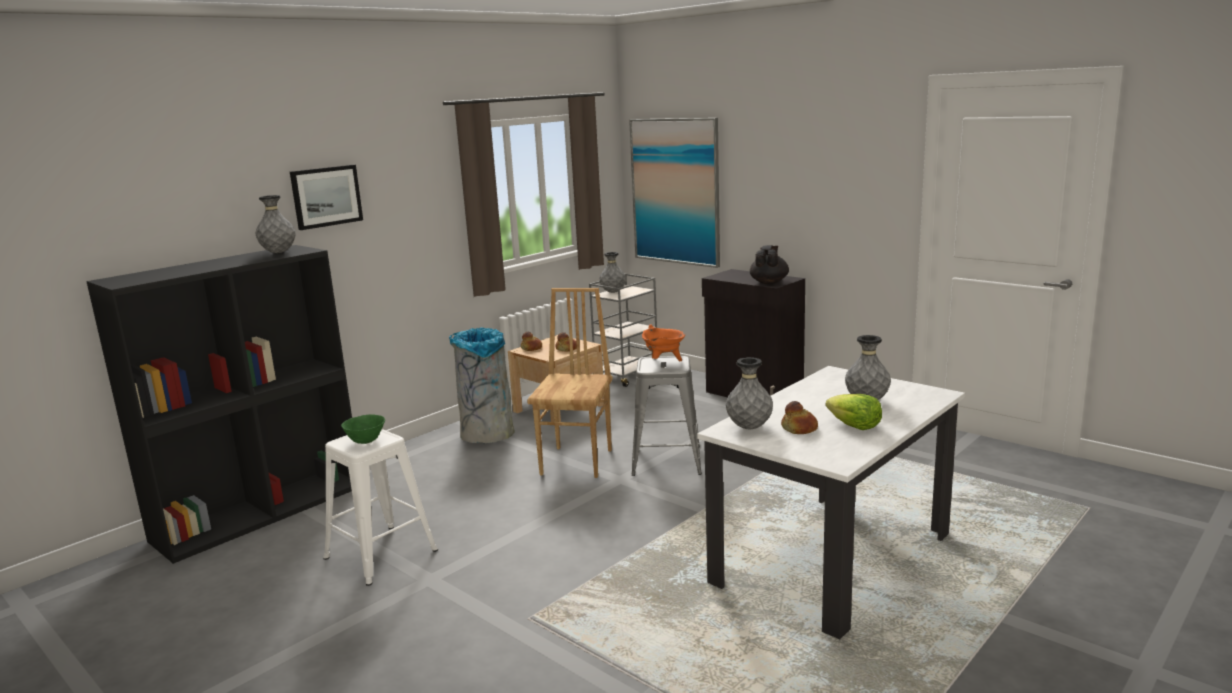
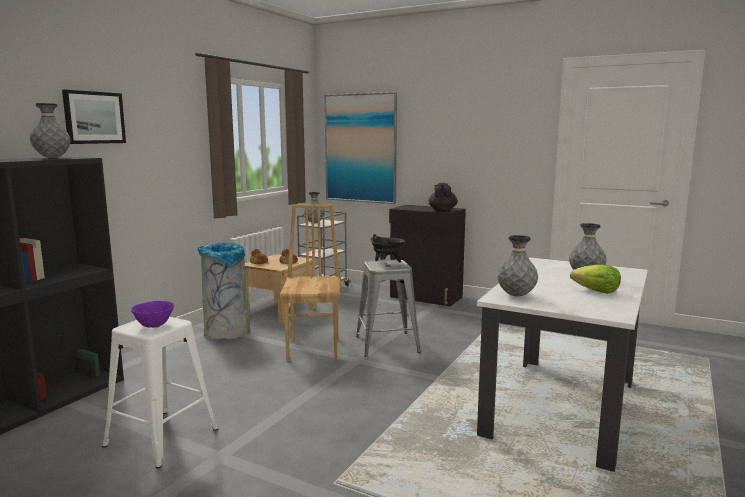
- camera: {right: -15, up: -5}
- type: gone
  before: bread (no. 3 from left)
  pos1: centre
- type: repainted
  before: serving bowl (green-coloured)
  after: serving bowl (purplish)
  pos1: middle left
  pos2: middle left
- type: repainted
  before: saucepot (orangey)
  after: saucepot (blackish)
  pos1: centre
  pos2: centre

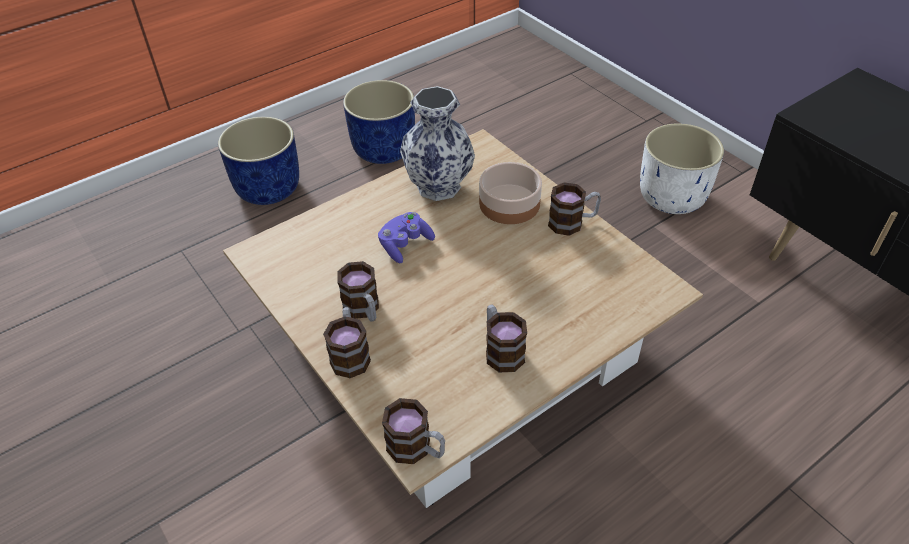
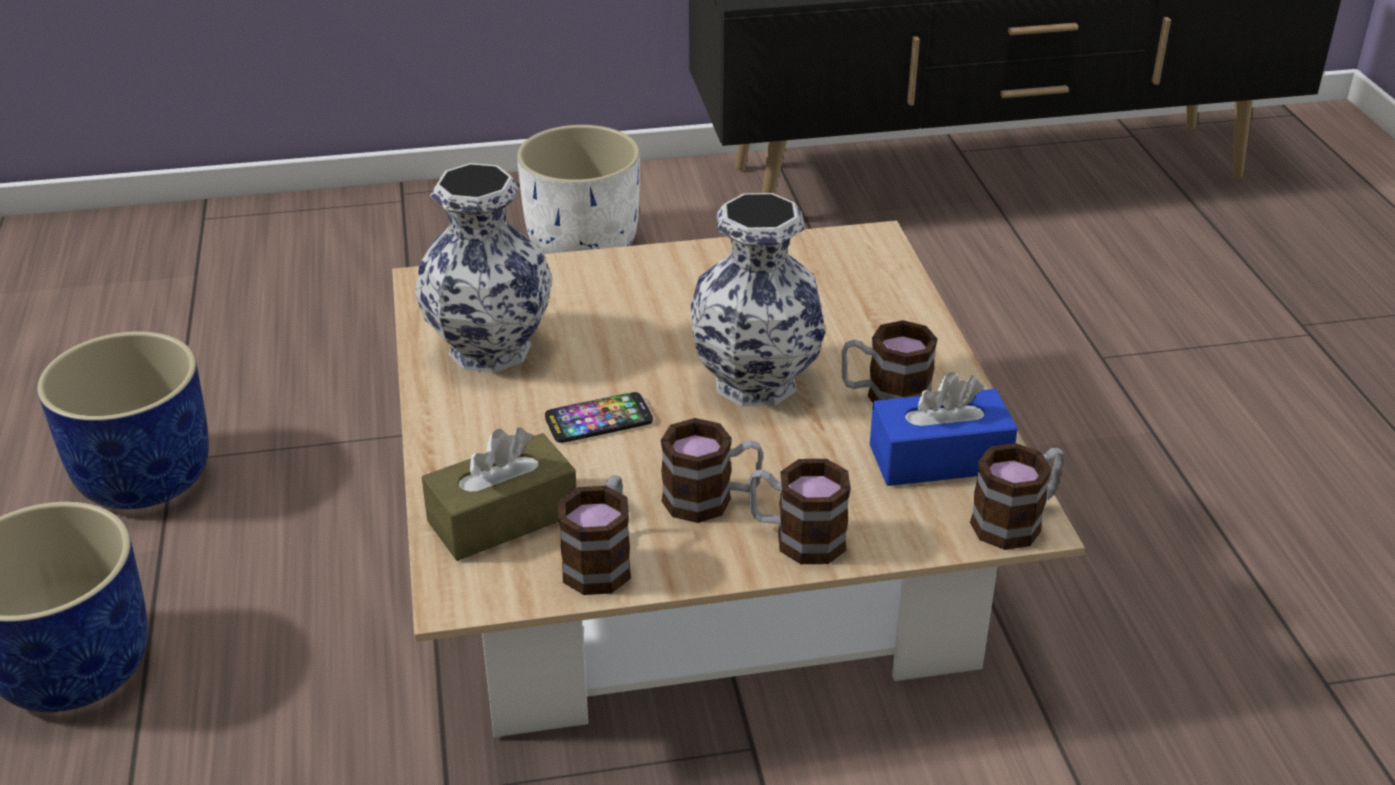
- camera: {right: -65, up: -10}
- type: gone
  before: serving bowl
  pos1: centre
- type: new
  after: tissue box (brown)
  pos2: centre
- type: new
  after: vase (no. 2 from left)
  pos2: centre
- type: new
  after: tissue box (blue)
  pos2: middle right
- type: shifted
  before: coffee mug (no. 5 from left in the first image)
  after: coffee mug (no. 1 from left)
  pos1: centre
  pos2: bottom centre
- type: swapped
  before: game controller (purplish)
  after: phone
  pos1: centre
  pos2: centre

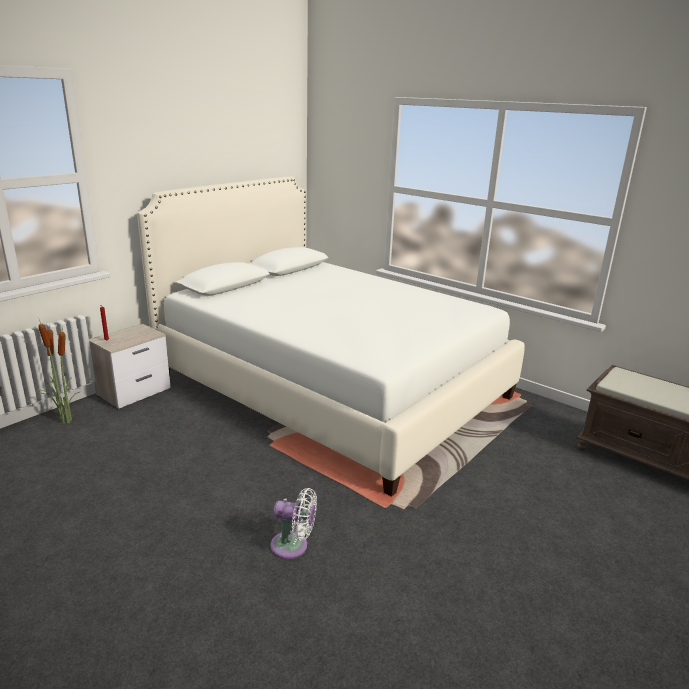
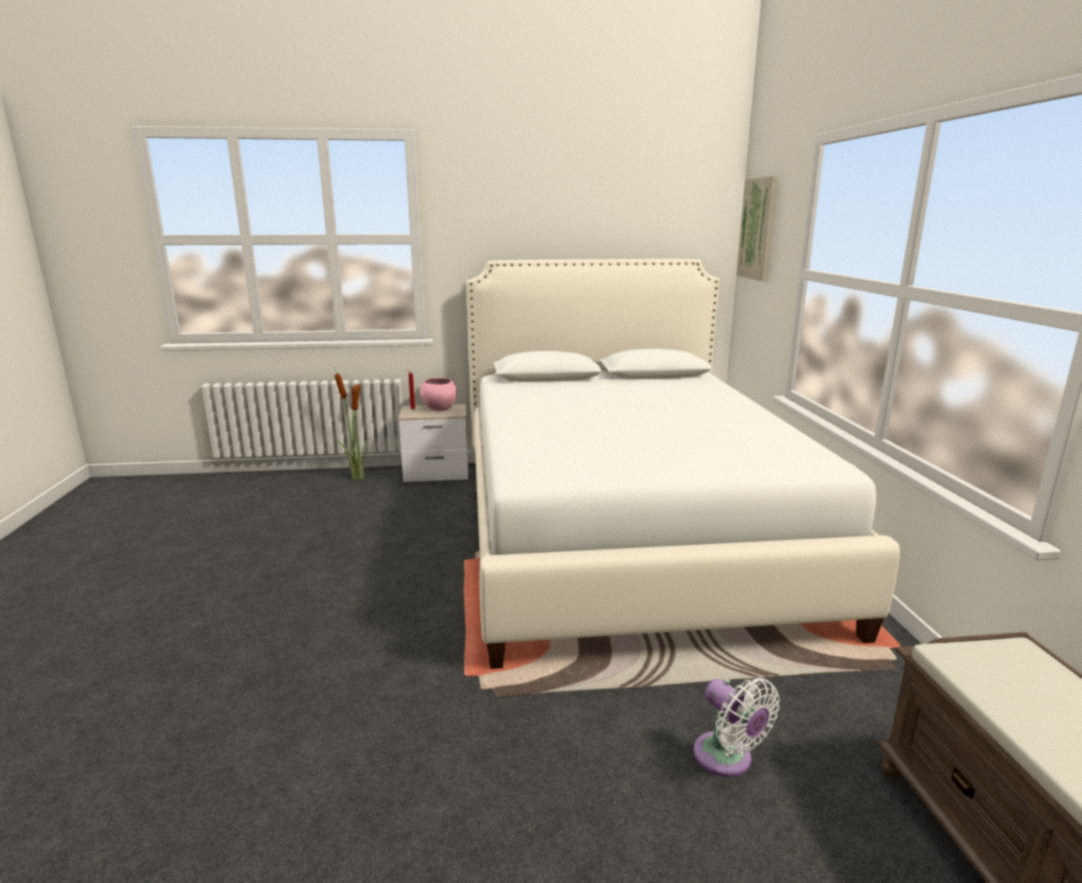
- camera: {right: 45, up: -5}
- type: new
  after: serving bowl (pink)
  pos2: centre
- type: new
  after: wall art
  pos2: top right
- type: shifted
  before: electric fan (white)
  pos1: bottom centre
  pos2: bottom right

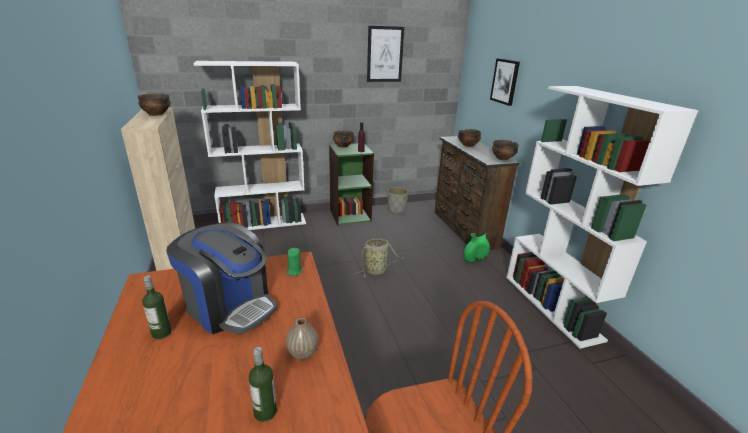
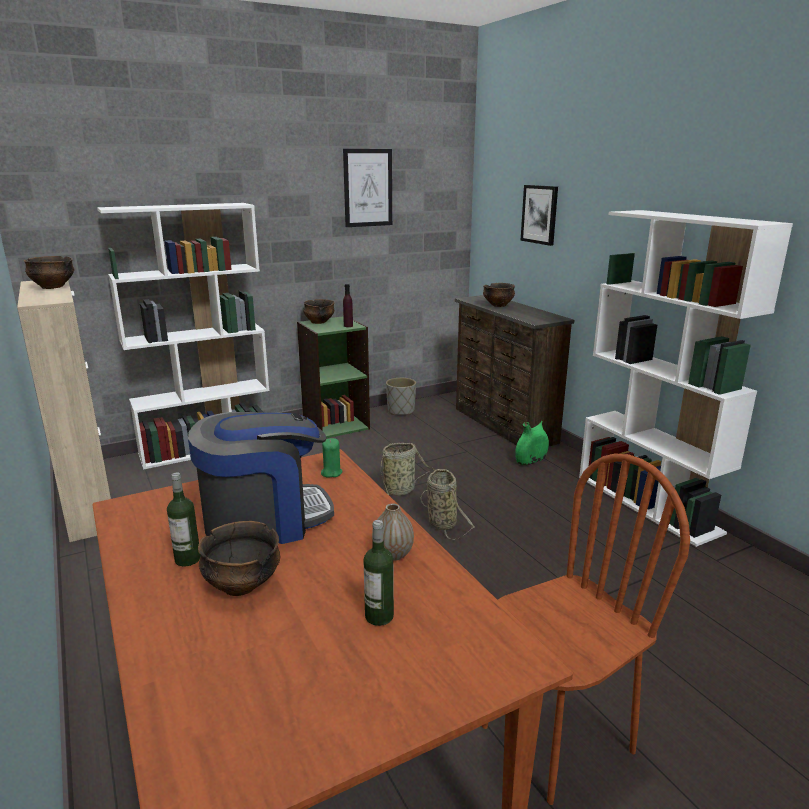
- camera: {right: -10, up: -5}
- type: new
  after: basket (no. 2 from left)
  pos2: centre
- type: shifted
  before: serving bowl (no. 4 from left in the first image)
  after: serving bowl (no. 2 from left)
  pos1: middle right
  pos2: bottom left
- type: rotated
  before: coffee machine
  pos1: middle left
  pos2: middle left
  turn: -45

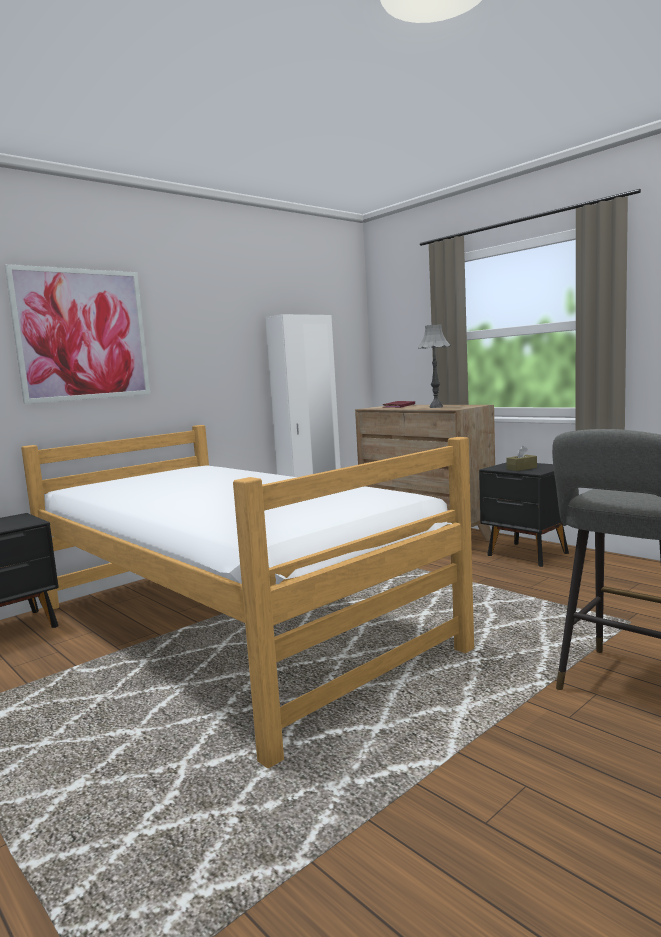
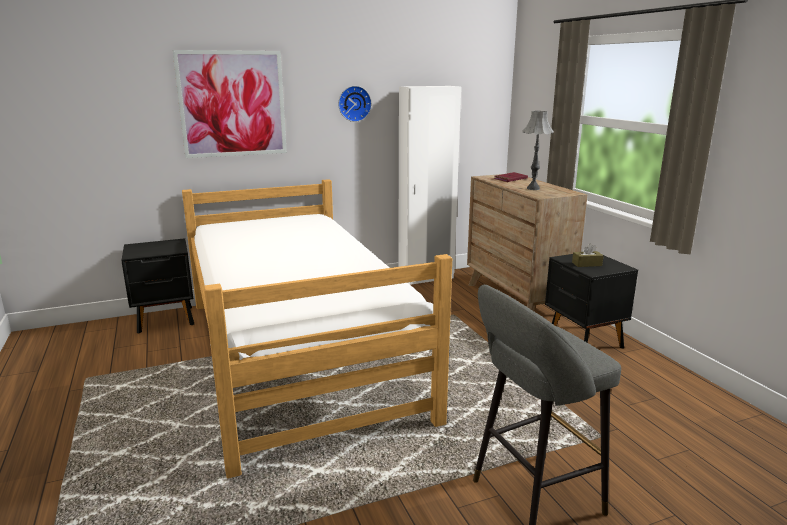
- camera: {right: 20, up: 10}
- type: new
  after: clock on the wall
  pos2: top centre

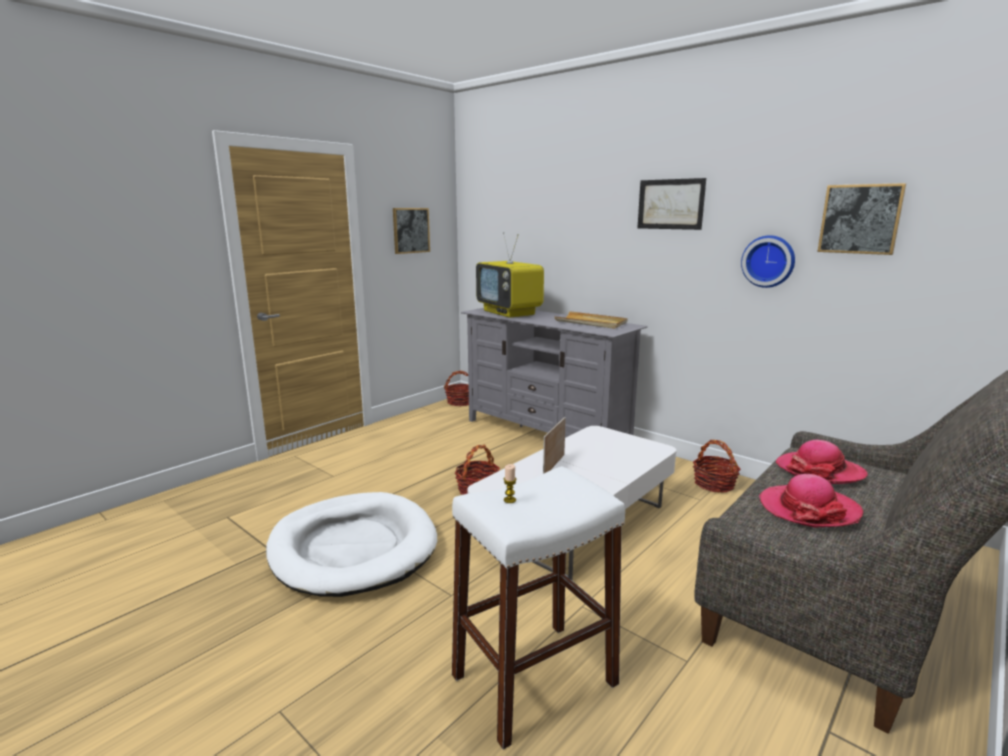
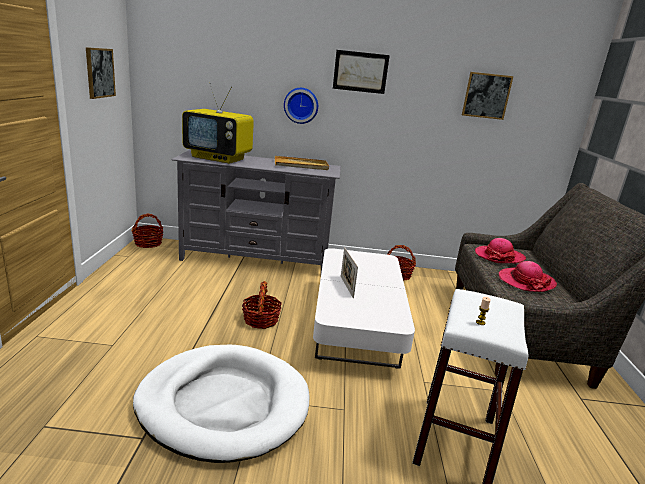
- camera: {right: -40, up: 5}
- type: shifted
  before: clock on the wall
  pos1: middle right
  pos2: top centre

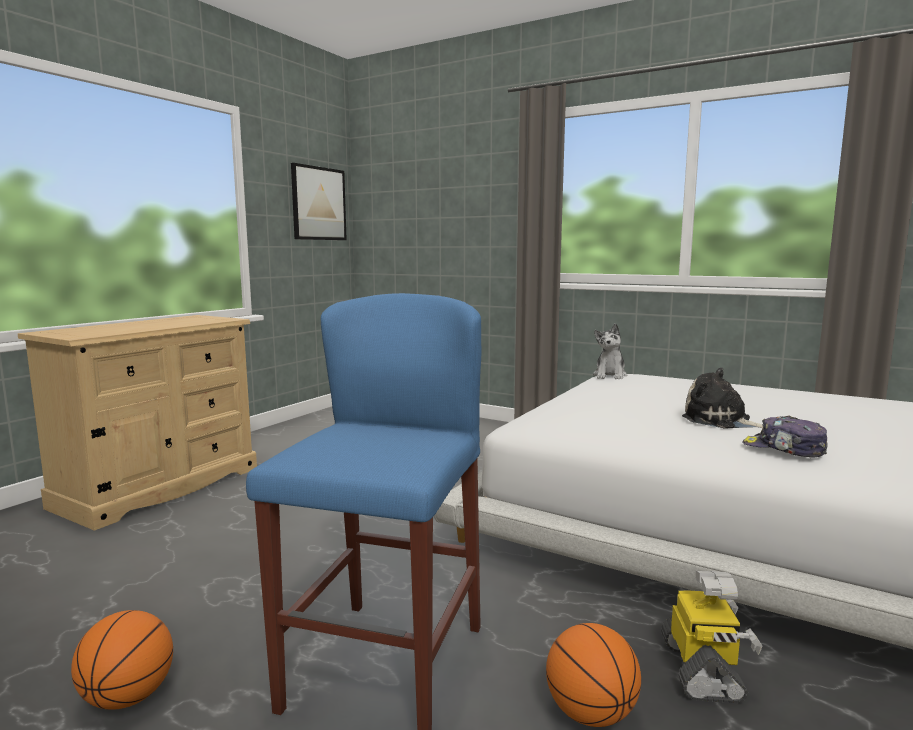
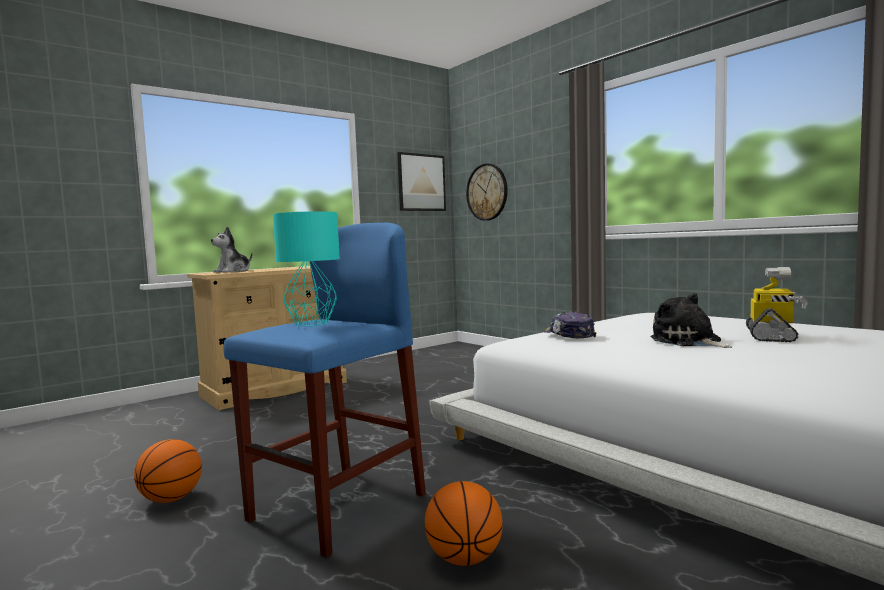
- camera: {right: 20, up: -5}
- type: new
  after: table lamp (turquoise-coloured)
  pos2: centre
- type: new
  after: clock on the wall
  pos2: top centre
- type: shifted
  before: cuddly toy (no. 1 from left)
  pos1: middle right
  pos2: middle left
- type: shifted
  before: model robot
  pos1: bottom right
  pos2: middle right
- type: shifted
  before: peaked cap
  pos1: middle right
  pos2: centre

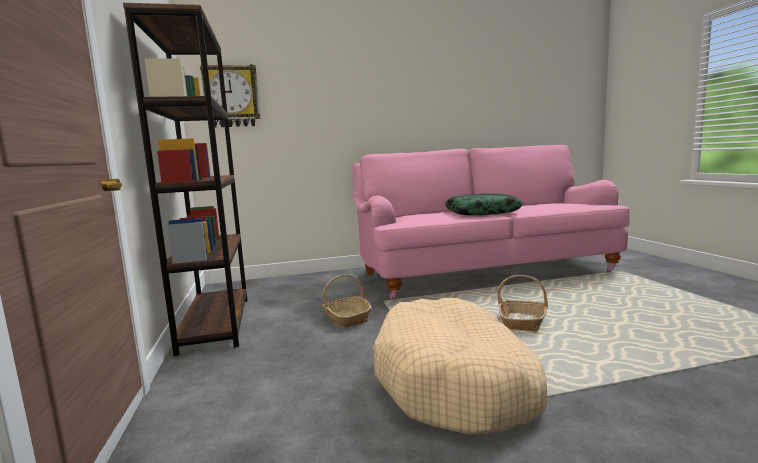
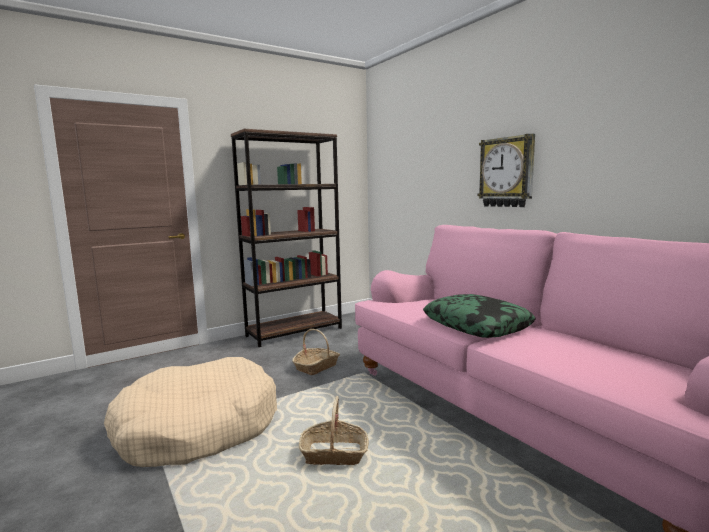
- camera: {right: 70, up: 0}
- type: shifted
  before: clock on the wall
  pos1: top left
  pos2: top right

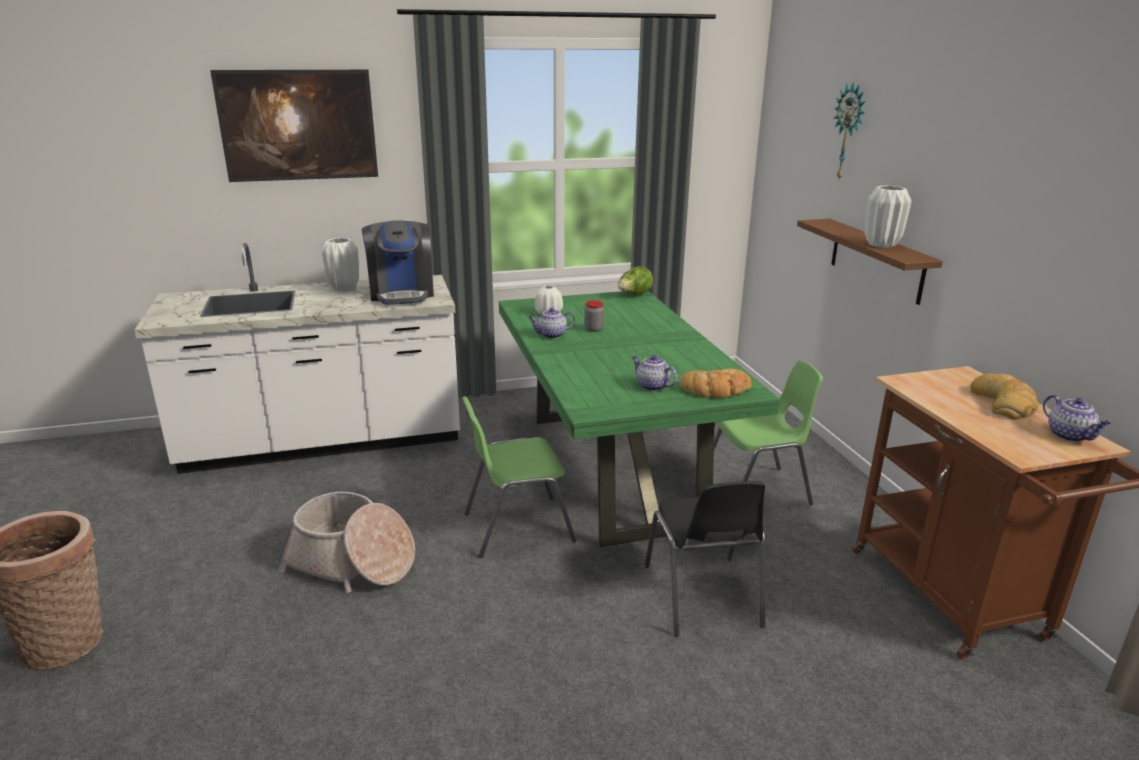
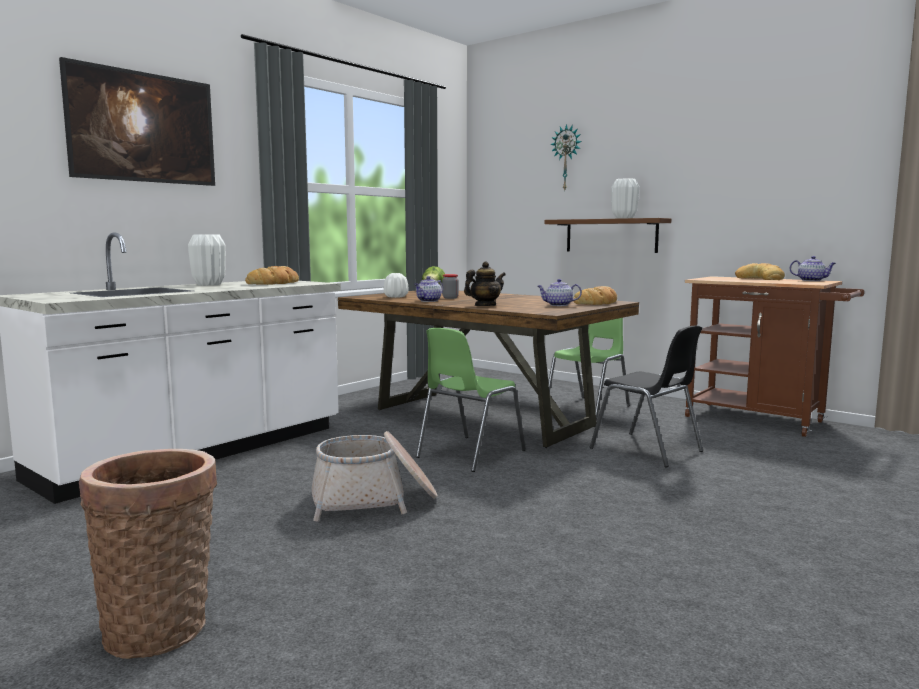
- camera: {right: -35, up: -15}
- type: new
  after: tea pot (no. 2 from left)
  pos2: centre
- type: swapped
  before: coffee machine
  after: bread (no. 1 from left)
  pos1: centre
  pos2: middle left
- type: repainted
  before: kitchen table (green-coloured)
  after: kitchen table (brown)
  pos1: centre
  pos2: centre

